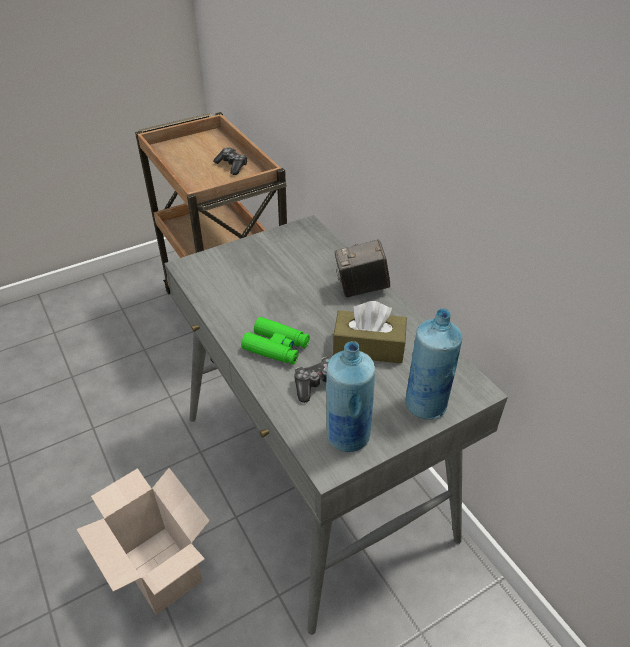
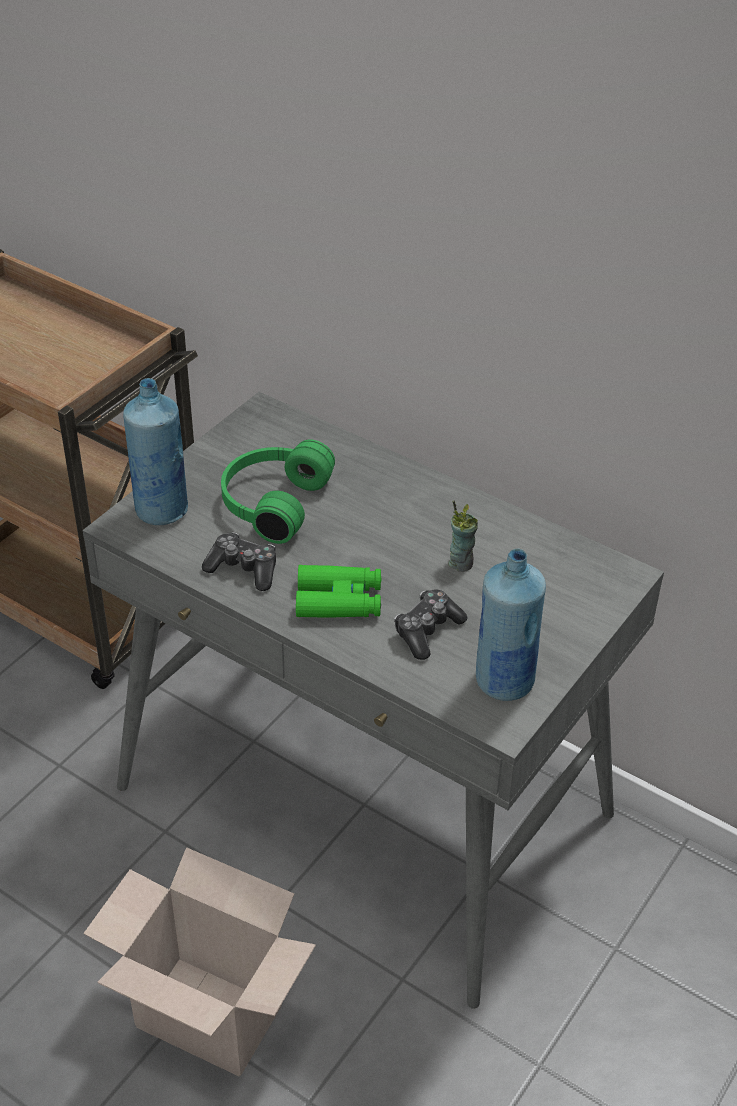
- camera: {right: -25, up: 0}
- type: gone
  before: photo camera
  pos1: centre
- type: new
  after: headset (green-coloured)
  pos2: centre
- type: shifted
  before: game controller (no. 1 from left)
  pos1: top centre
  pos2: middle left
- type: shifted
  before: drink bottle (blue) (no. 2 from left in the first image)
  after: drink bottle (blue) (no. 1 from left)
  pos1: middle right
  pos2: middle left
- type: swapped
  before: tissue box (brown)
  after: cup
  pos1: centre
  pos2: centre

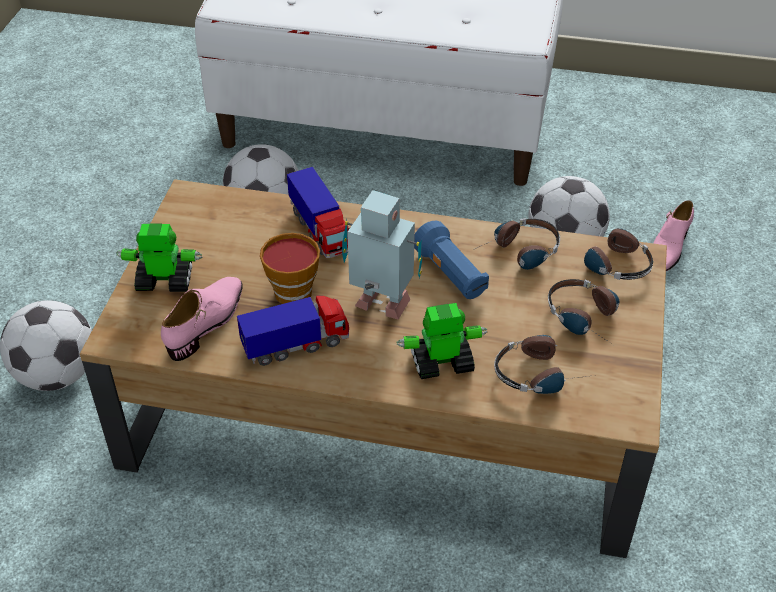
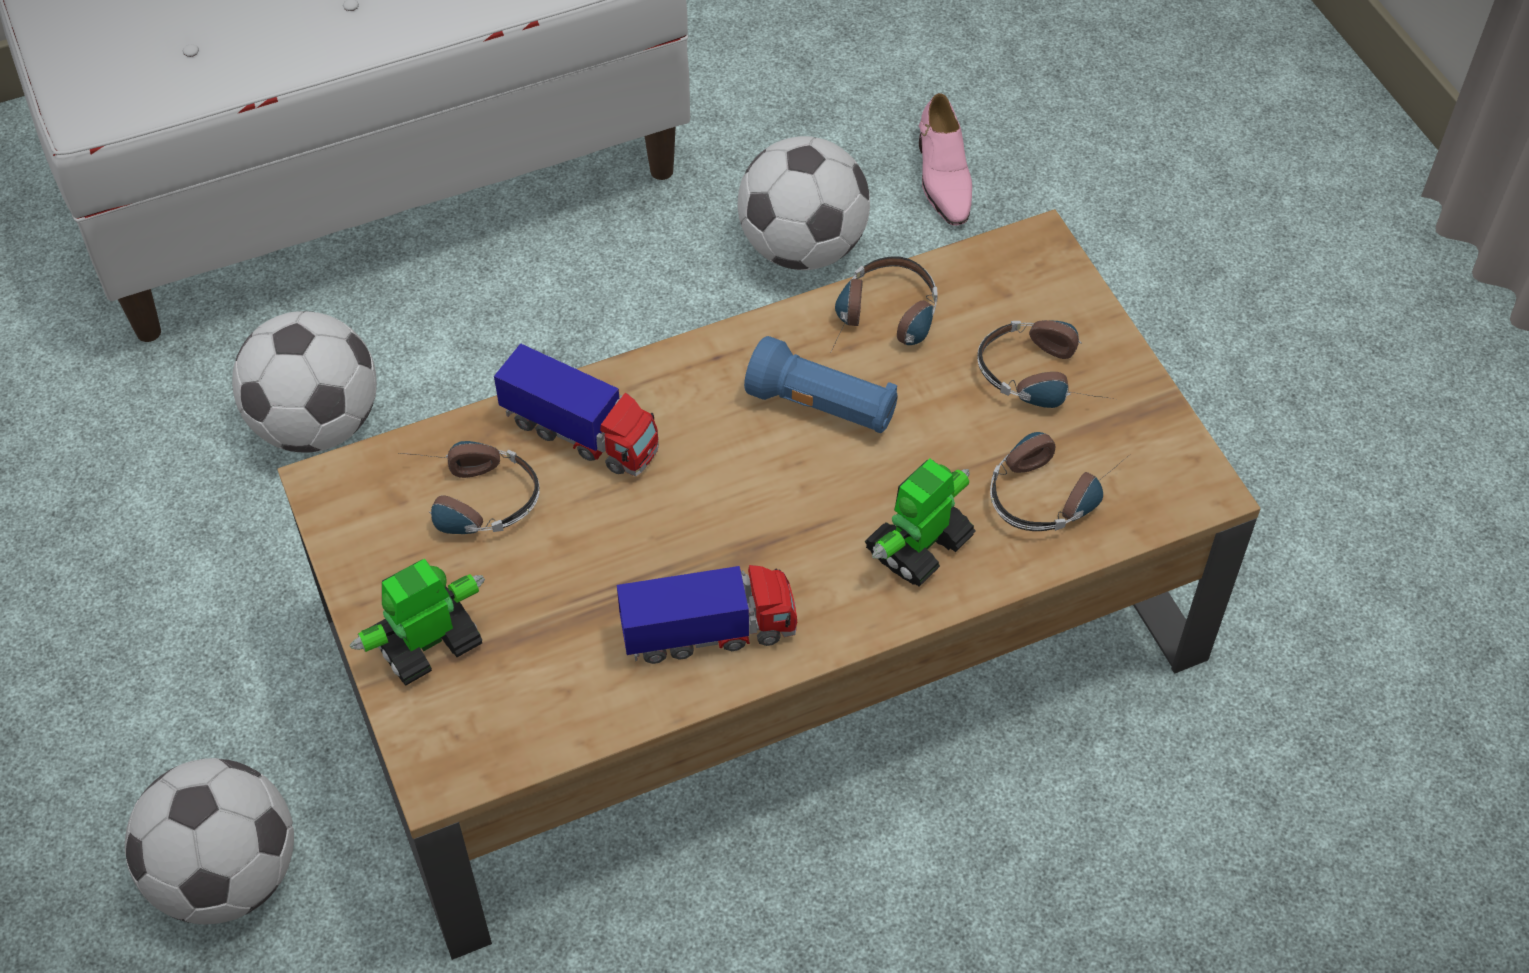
- camera: {right: -35, up: 10}
- type: gone
  before: shoe (pink) (no. 1 from left)
  pos1: middle left
- type: gone
  before: cup
  pos1: centre
- type: gone
  before: model robot (no. 2 from left)
  pos1: centre
- type: shifted
  before: headset (no. 4 from left in the first image)
  after: headset (no. 1 from left)
  pos1: middle right
  pos2: middle left
- type: rotated
  before: model truck (no. 1 from left in the first image)
  pos1: centre
  pos2: centre
  turn: 45

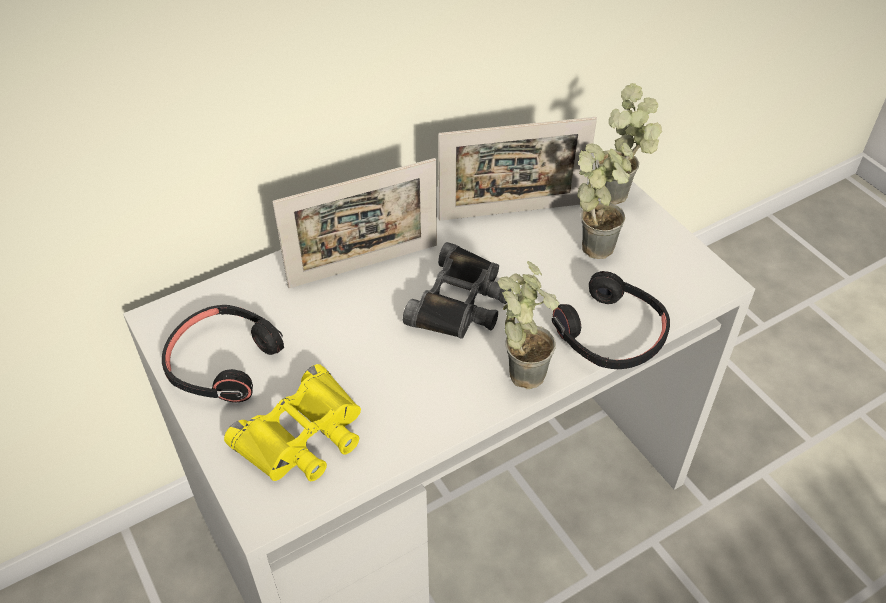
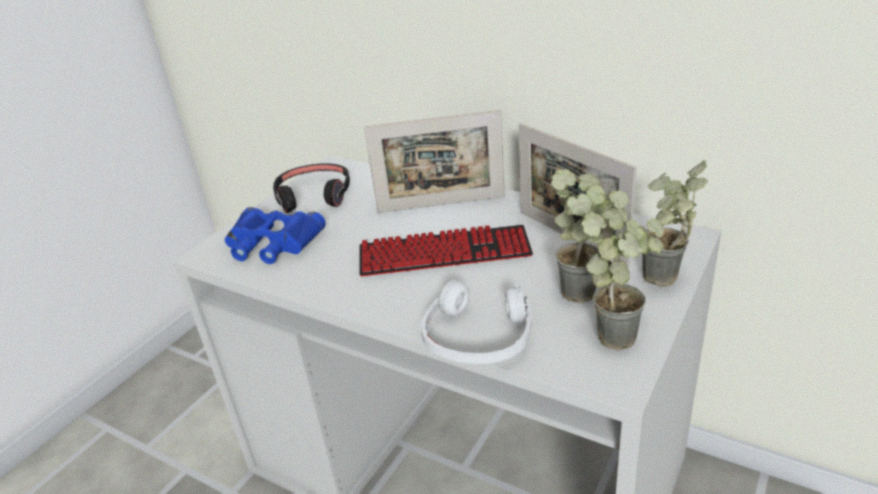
- camera: {right: 65, up: -15}
- type: shifted
  before: potted plant (no. 1 from left in the first image)
  after: potted plant (no. 2 from left)
  pos1: centre
  pos2: middle right
- type: swapped
  before: binoculars (blackish)
  after: computer keyboard
  pos1: centre
  pos2: centre
- type: repainted
  before: binoculars (yellowish)
  after: binoculars (blue)
  pos1: bottom left
  pos2: middle left
- type: repainted
  before: headset (blackish) (no. 2 from left)
  after: headset (white)
  pos1: middle right
  pos2: centre
- type: rotated
  before: photo frame (no. 1 from left)
  pos1: centre
  pos2: top centre
  turn: -45

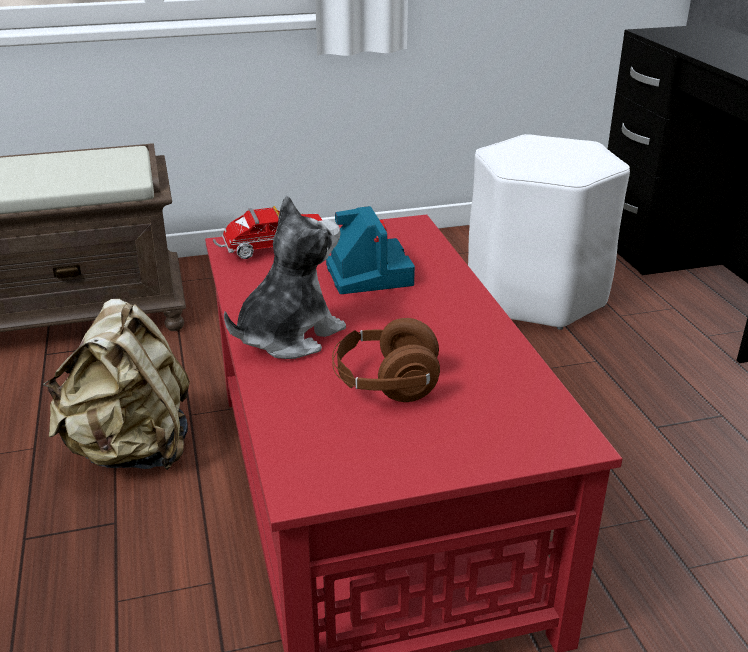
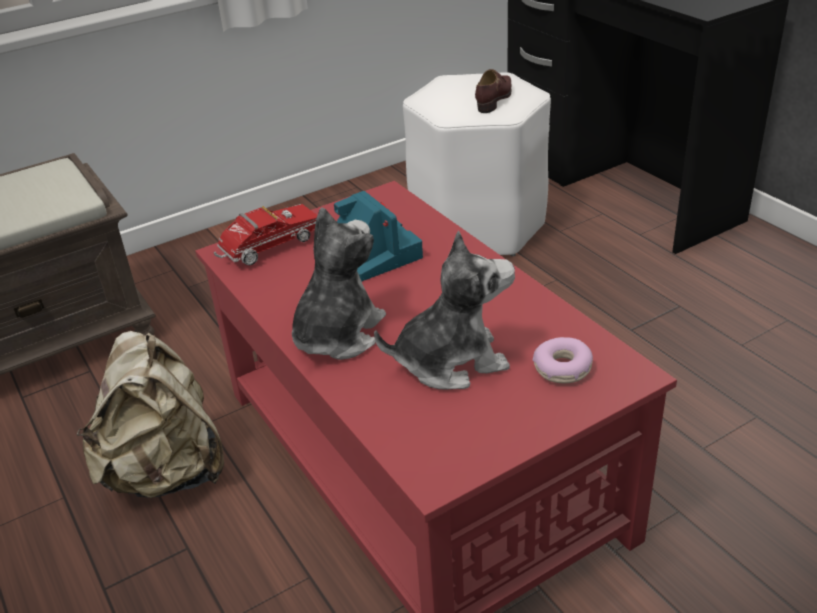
- camera: {right: -15, up: 5}
- type: new
  after: shoe (brown)
  pos2: top centre
- type: new
  after: doughnut
  pos2: middle right
- type: swapped
  before: headset (brown)
  after: cuddly toy (no. 2 from left)
  pos1: centre
  pos2: centre

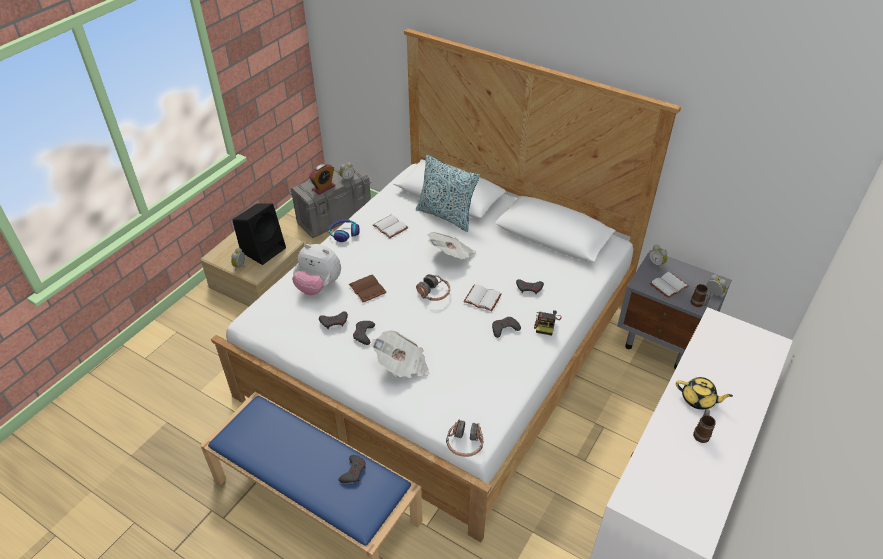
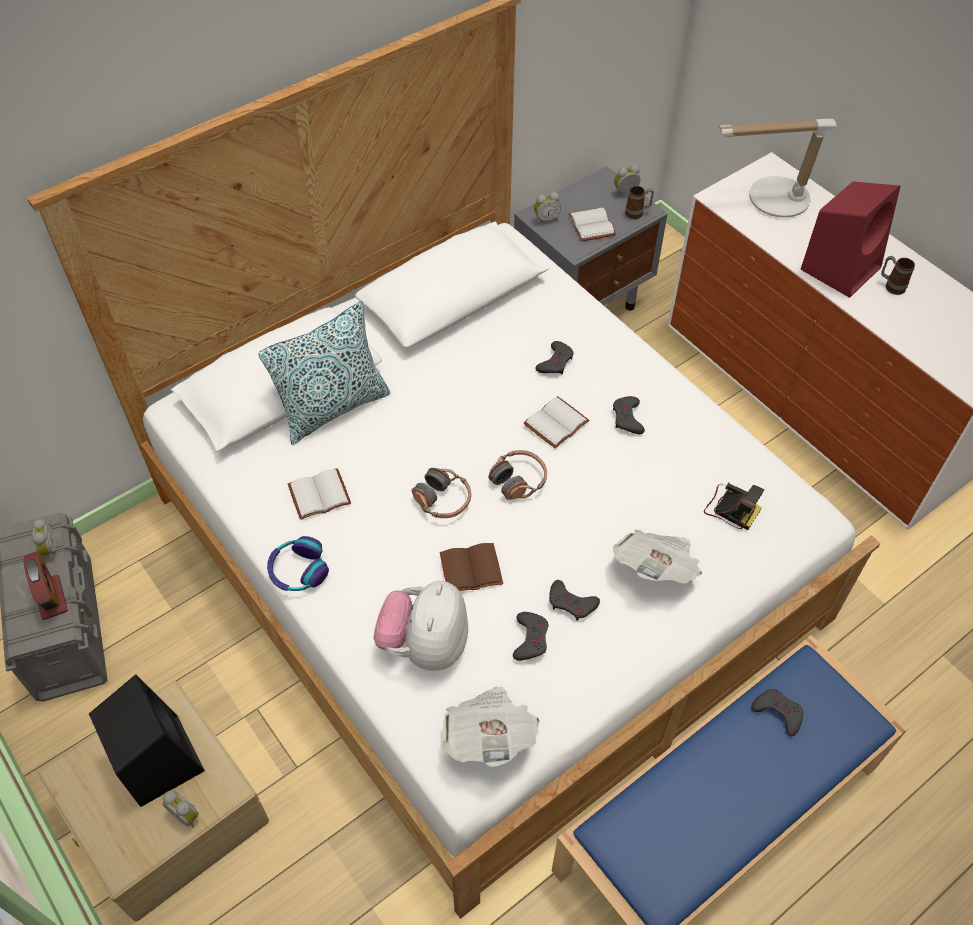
- camera: {right: -70, up: 10}
- type: new
  after: table lamp
  pos2: top right
- type: shifted
  before: printed paper (no. 2 from left in the first image)
  after: printed paper (no. 1 from left)
  pos1: centre
  pos2: bottom centre
- type: shifted
  before: headset (no. 3 from left in the first image)
  after: headset (no. 2 from left)
  pos1: bottom centre
  pos2: centre
- type: shifted
  before: photo camera
  pos1: centre
  pos2: middle right
- type: swapped
  before: tea pot (yellowish)
  after: audio speaker (reddish)
  pos1: bottom right
  pos2: top right
- type: rotated
  before: cuddly toy
  pos1: centre
  pos2: bottom centre
  turn: 150

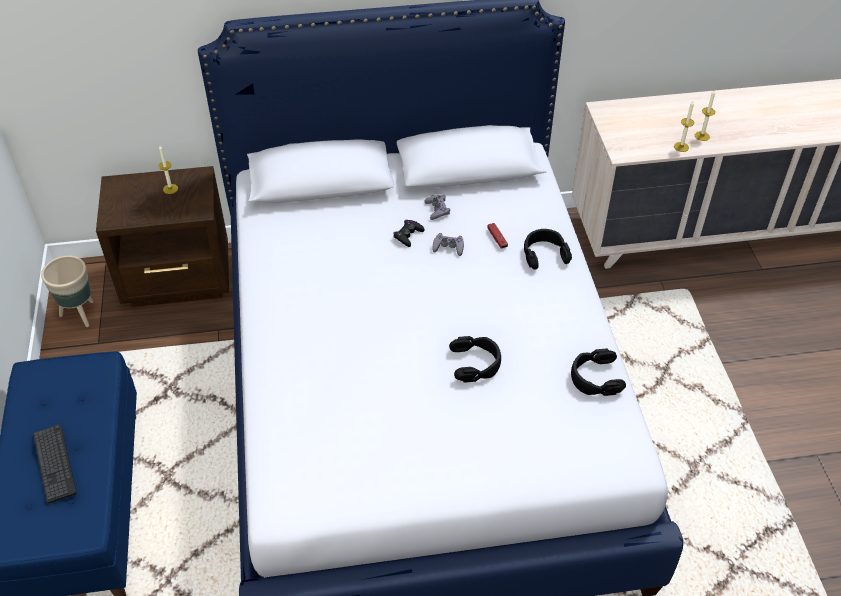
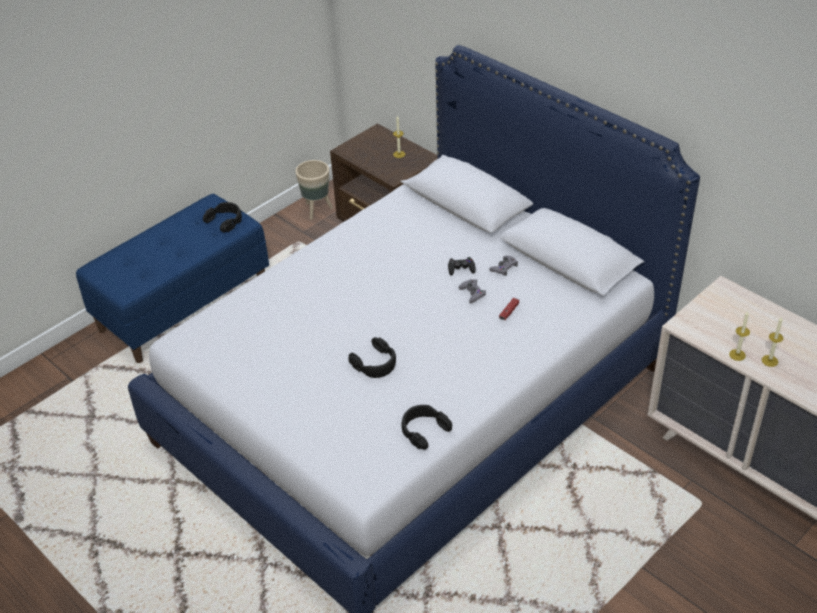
- camera: {right: 55, up: -5}
- type: gone
  before: computer keyboard
  pos1: bottom left
- type: shifted
  before: headset (blackish) (no. 2 from left in the first image)
  after: headset (blackish) (no. 1 from left)
  pos1: centre
  pos2: middle left

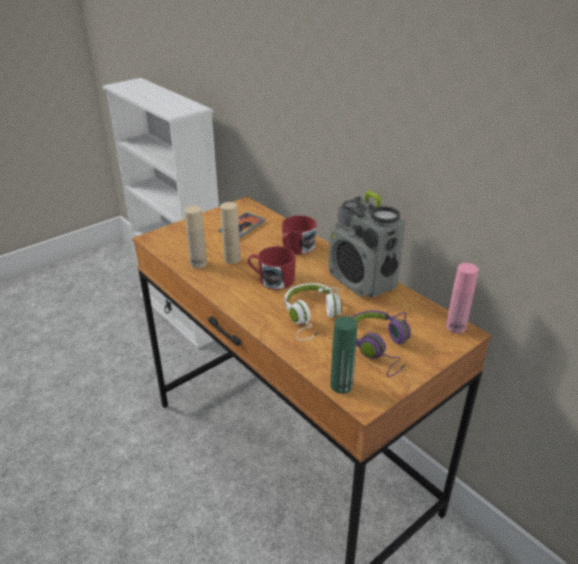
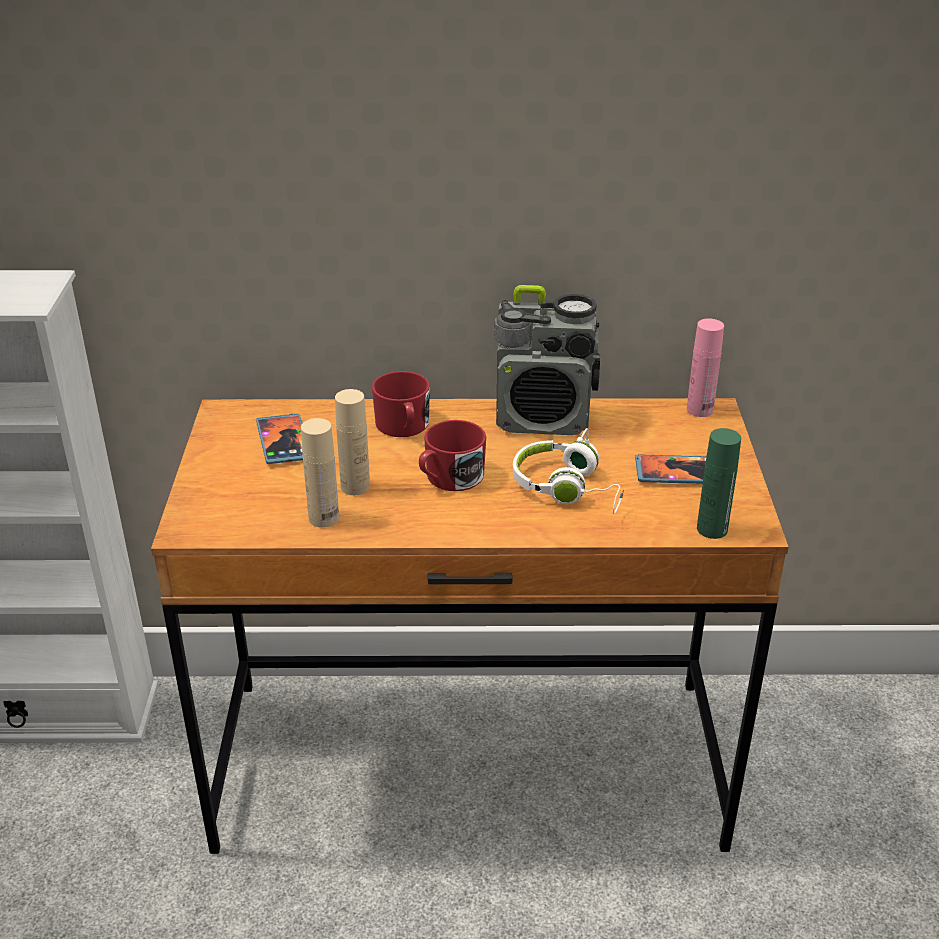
- camera: {right: -50, up: 0}
- type: swapped
  before: headset (purplish)
  after: phone (no. 2 from left)
  pos1: centre
  pos2: middle right

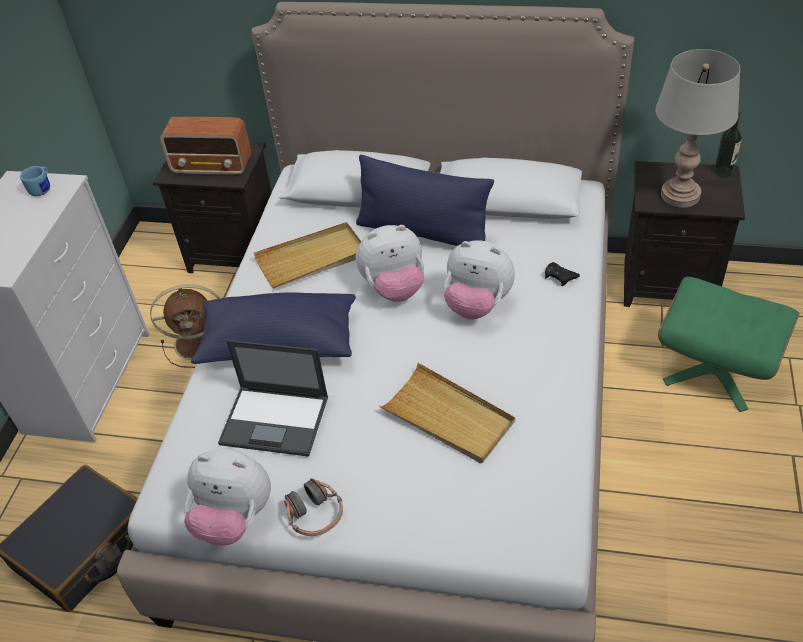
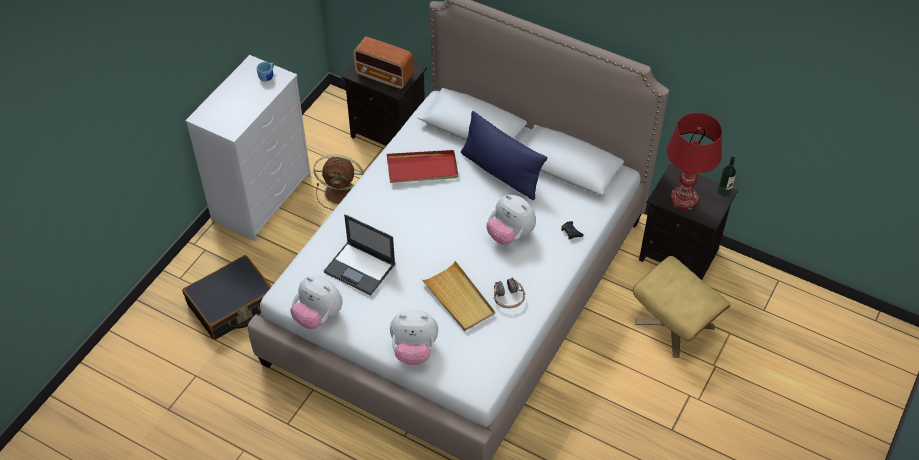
- camera: {right: 15, up: 5}
- type: gone
  before: pillow (blue) (no. 1 from left)
  pos1: centre
- type: shifted
  before: headset
  pos1: bottom centre
  pos2: centre
- type: shifted
  before: cuddly toy (no. 2 from left)
  pos1: centre
  pos2: bottom centre
- type: repainted
  before: tray (beige-coloured) (no. 1 from left)
  after: tray (reddish)
  pos1: centre
  pos2: centre
- type: repainted
  before: table lamp (greyish)
  after: table lamp (reddish)
  pos1: top right
  pos2: middle right
- type: repainted
  before: footrest (green-coloured)
  after: footrest (beige-coloured)
  pos1: middle right
  pos2: bottom right

